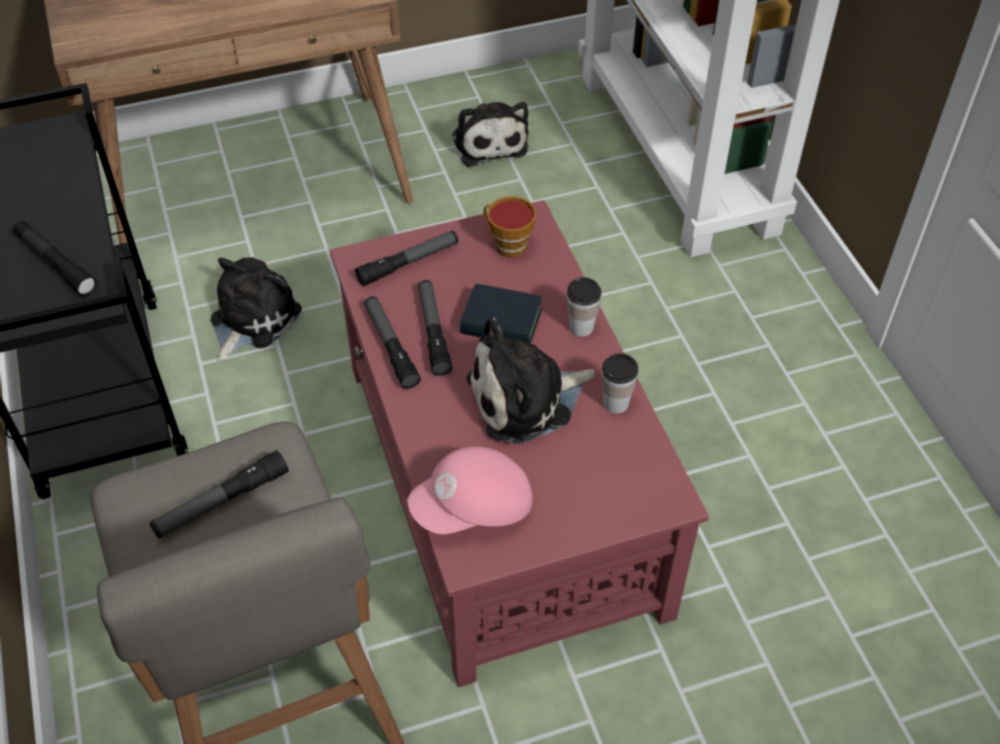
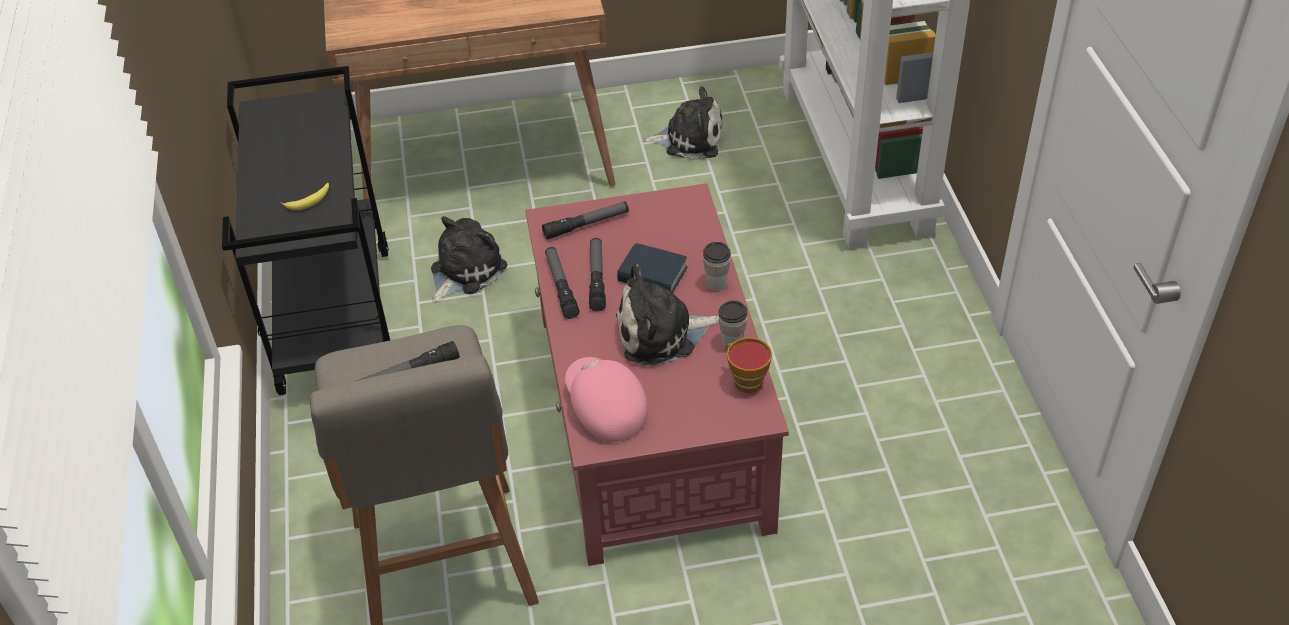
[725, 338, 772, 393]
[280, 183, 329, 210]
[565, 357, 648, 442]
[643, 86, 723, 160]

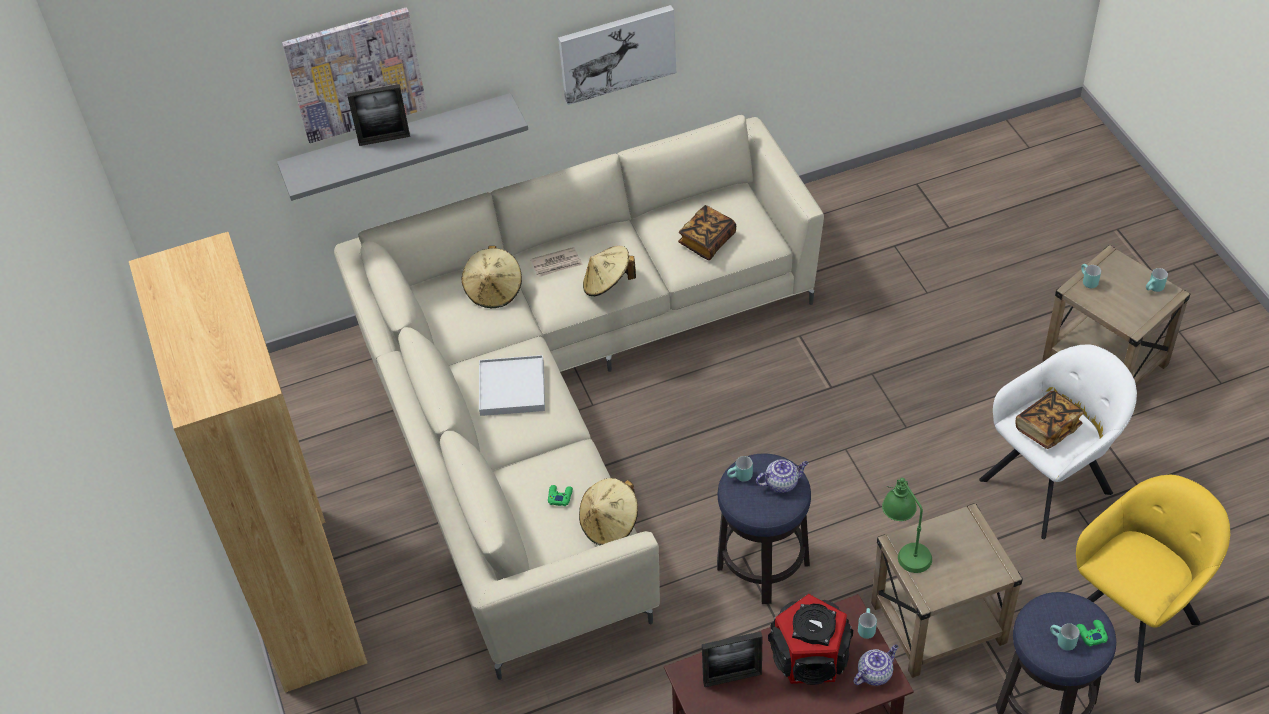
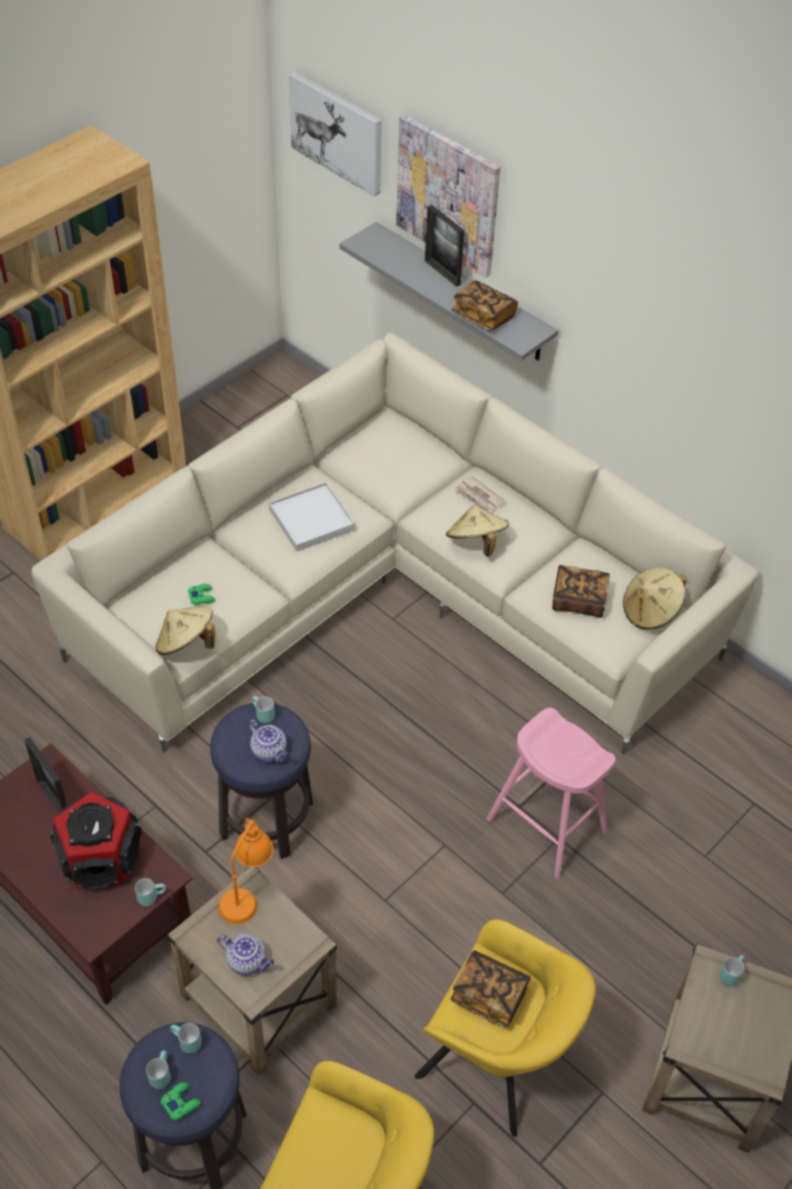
[452, 281, 518, 331]
[487, 708, 615, 879]
[623, 567, 686, 630]
[289, 72, 382, 197]
[217, 934, 274, 975]
[170, 1023, 202, 1054]
[218, 816, 274, 924]
[414, 919, 596, 1137]

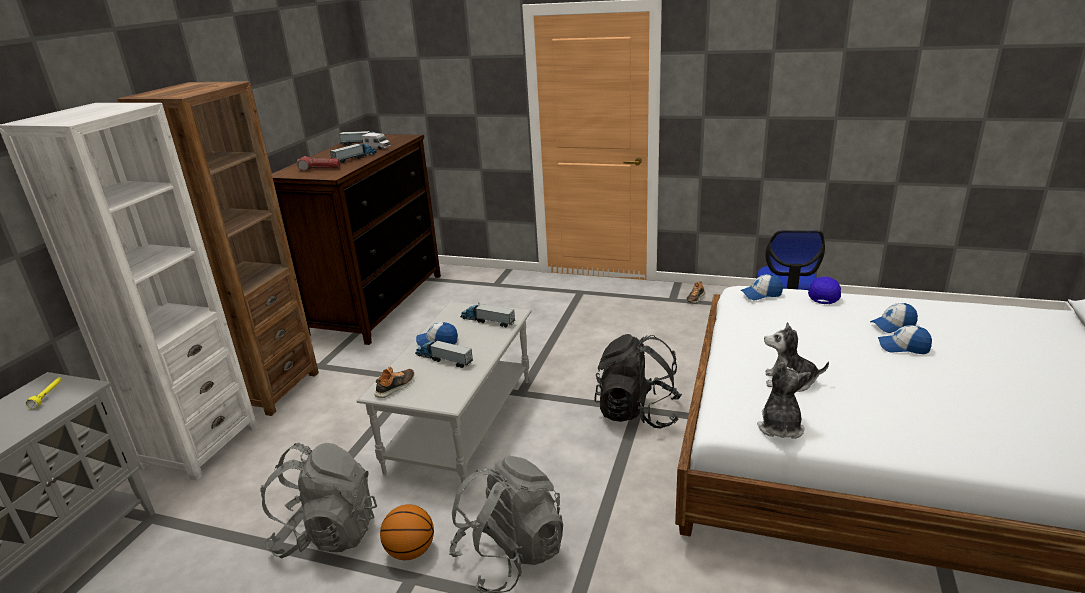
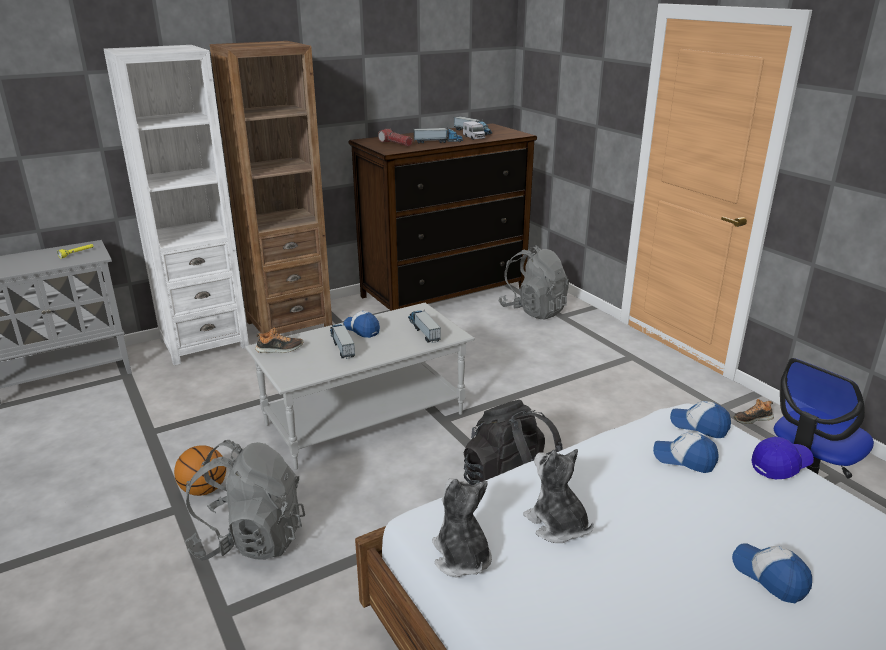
[498, 245, 569, 319]
[653, 432, 719, 473]
[432, 478, 492, 578]

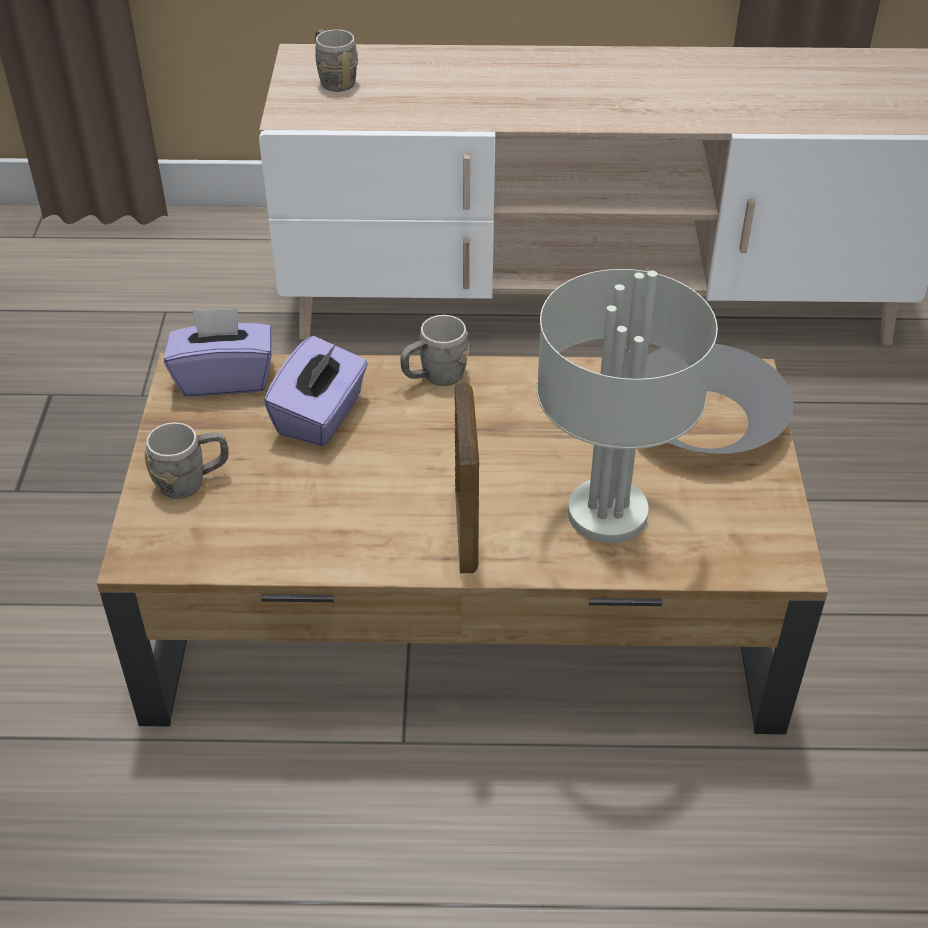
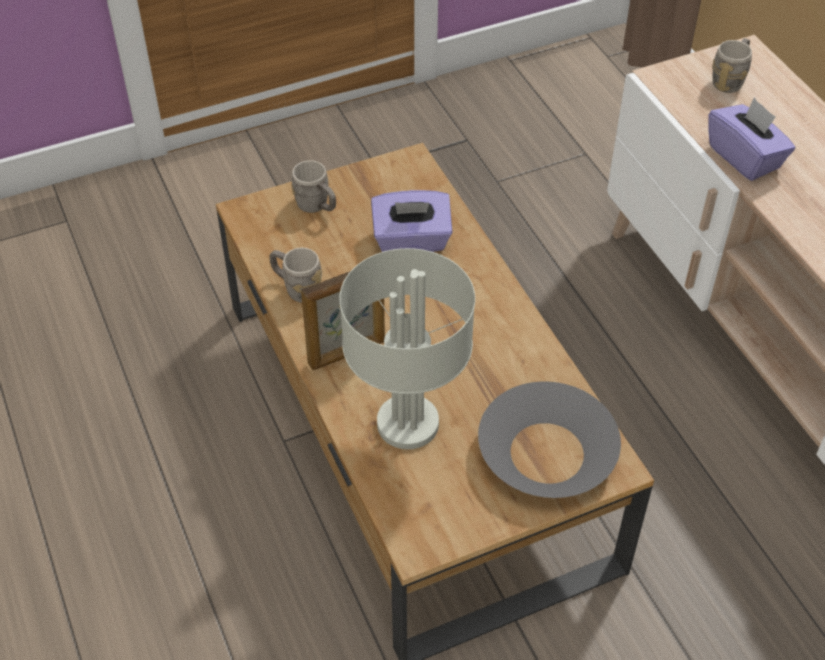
[708, 97, 795, 181]
[269, 248, 322, 302]

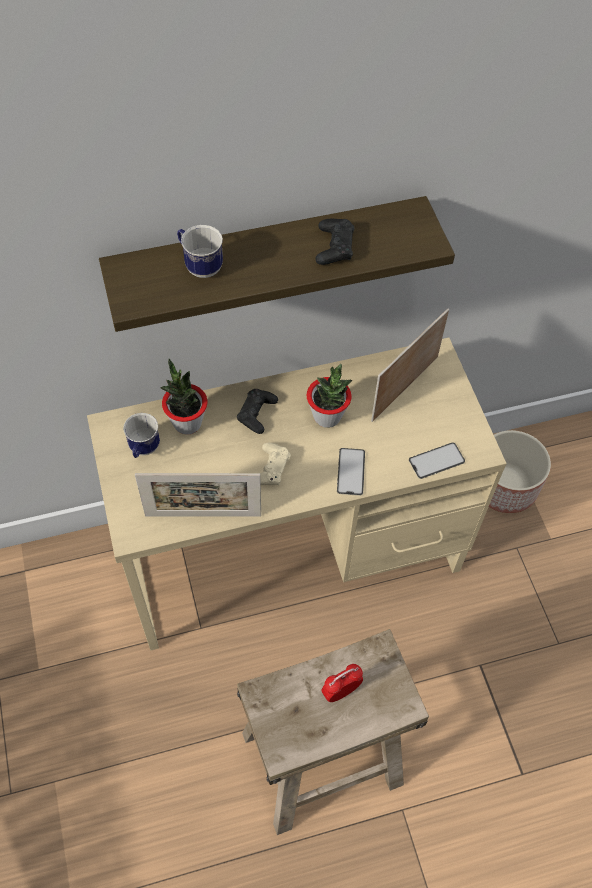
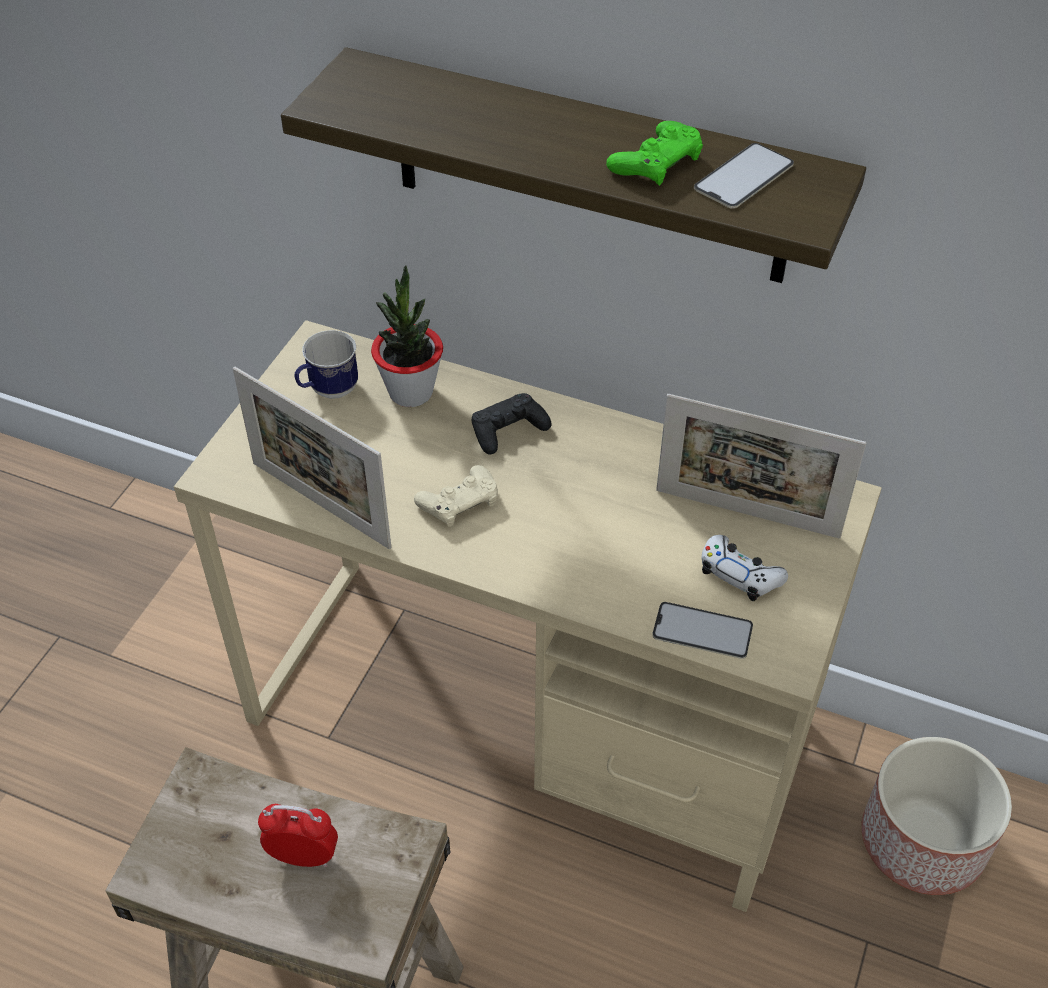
[177, 225, 223, 278] (first image)
[307, 364, 352, 428] (first image)
[702, 535, 788, 601]
[694, 143, 794, 209]
[606, 121, 703, 186]
[656, 394, 866, 539]

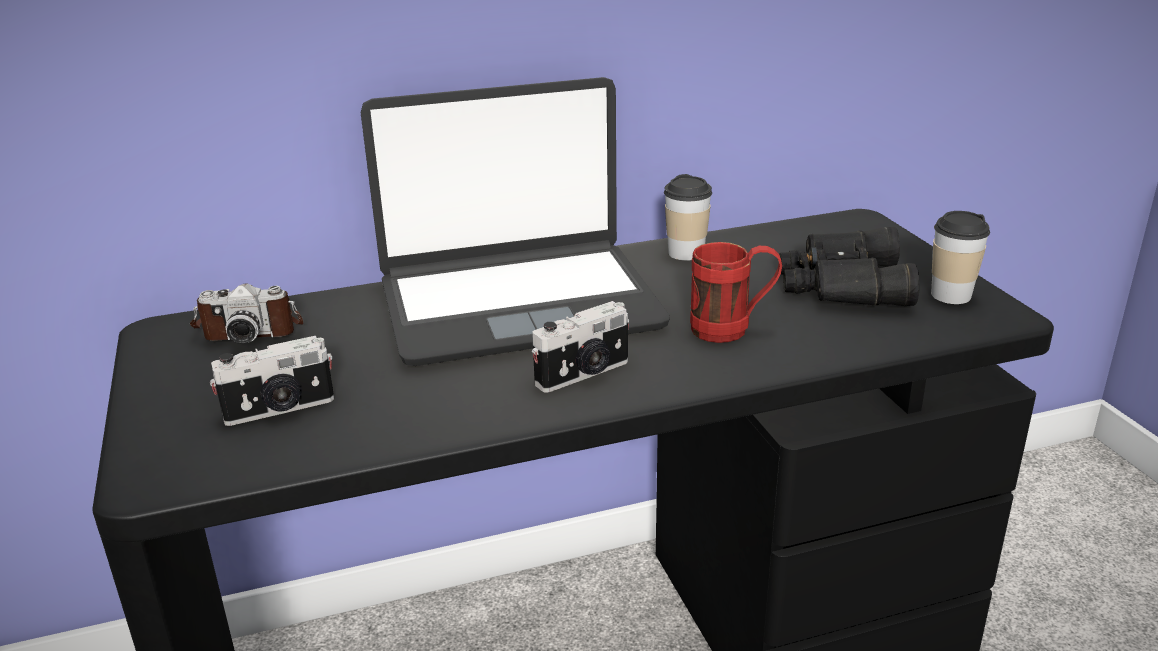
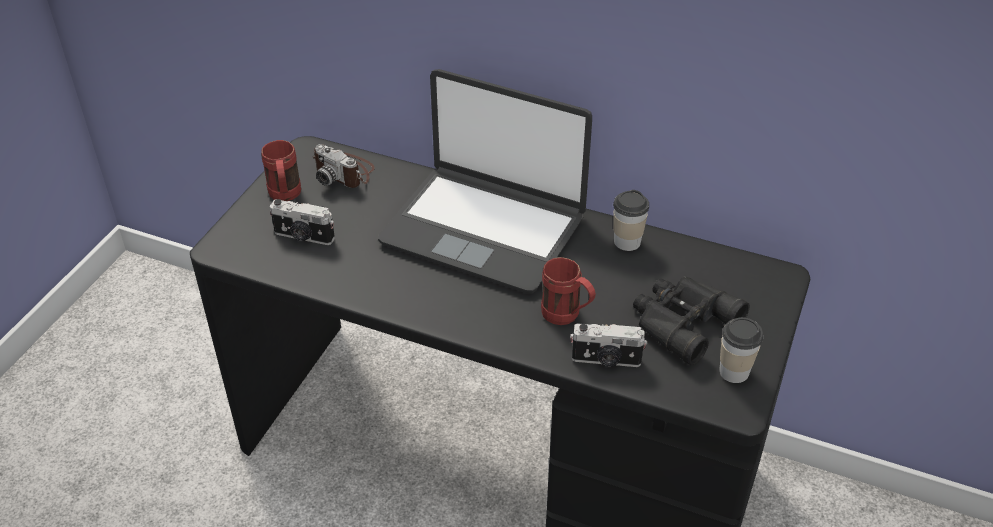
[261, 140, 301, 201]
[570, 324, 647, 367]

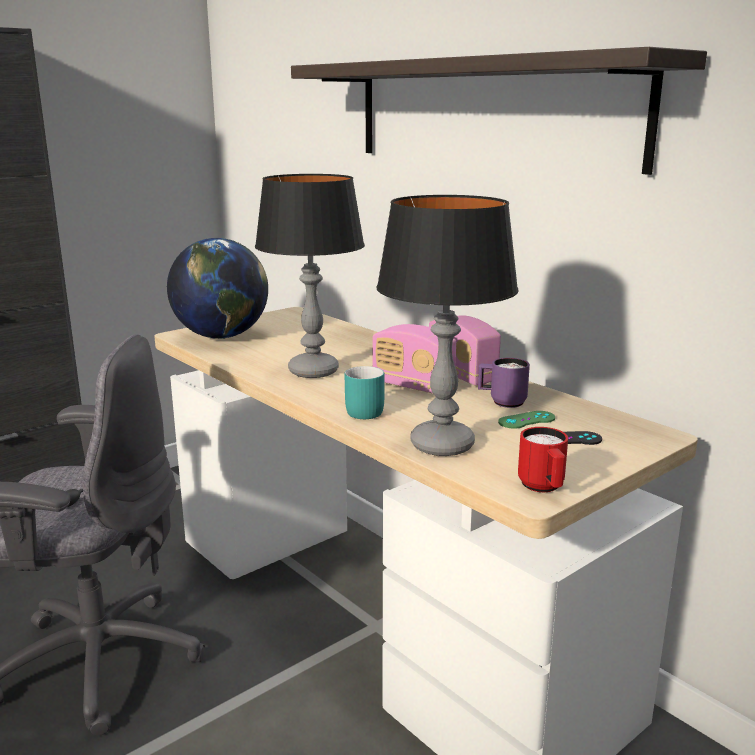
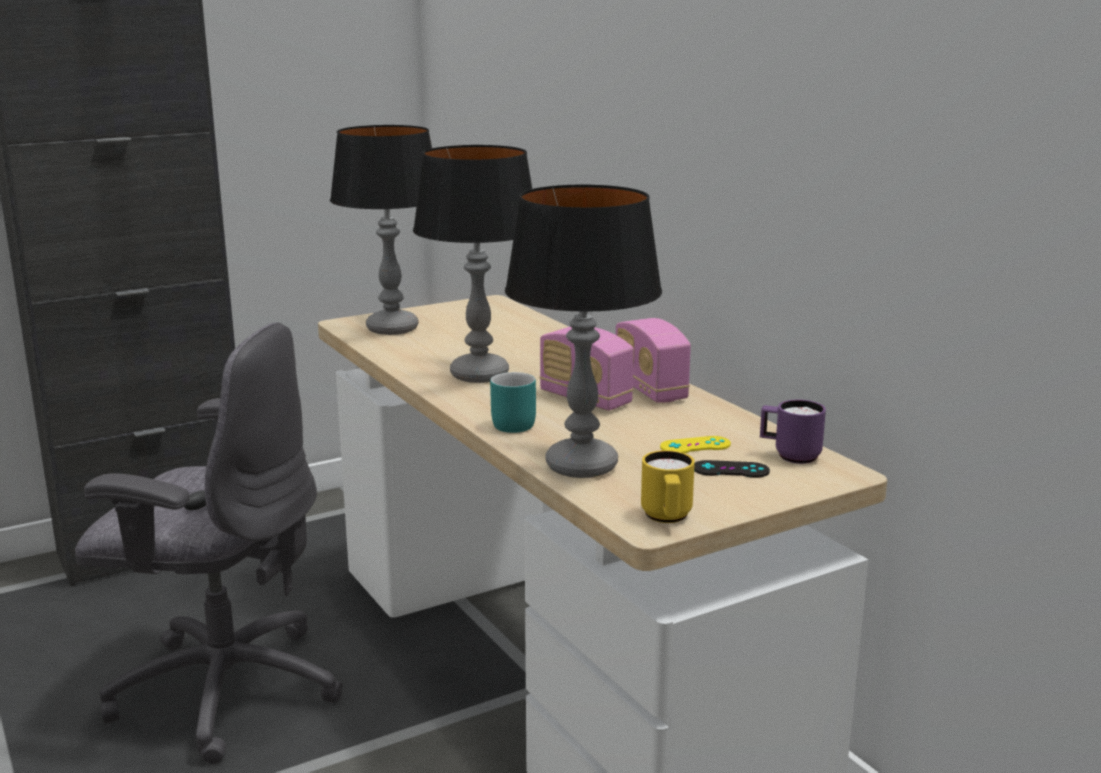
[291, 47, 707, 175] (first image)
[760, 400, 826, 464]
[330, 125, 432, 335]
[660, 436, 731, 453]
[641, 450, 695, 523]

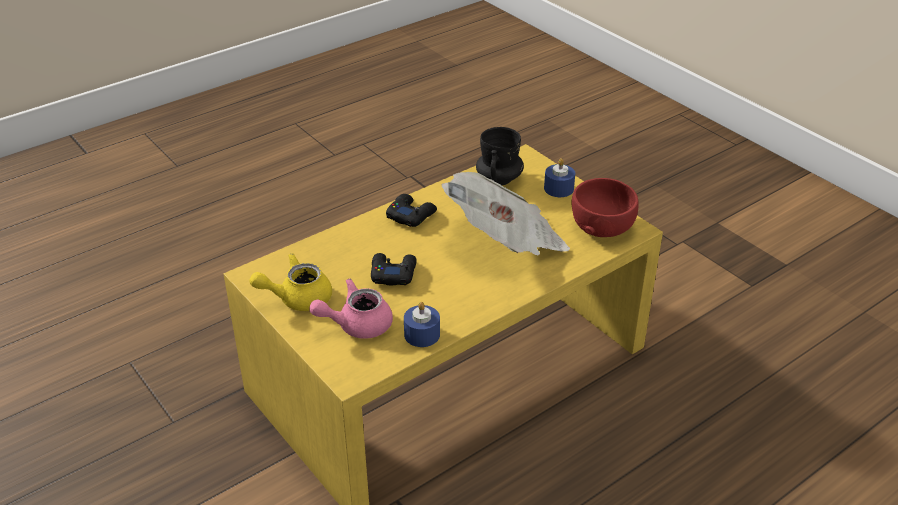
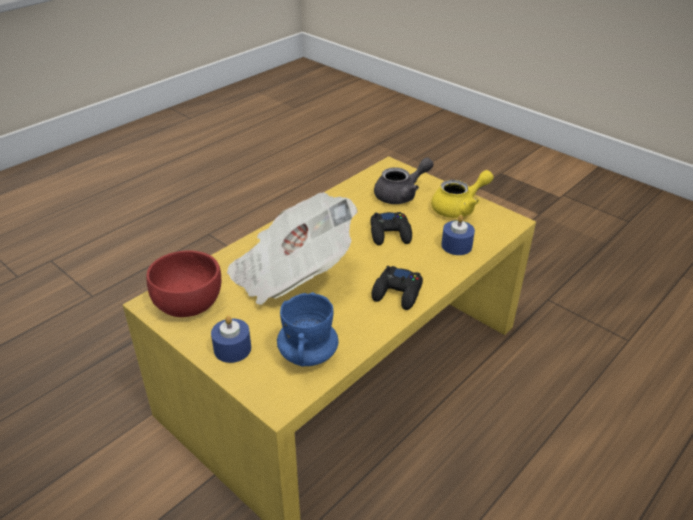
[441, 215, 475, 255]
[374, 158, 434, 204]
[277, 292, 339, 366]

